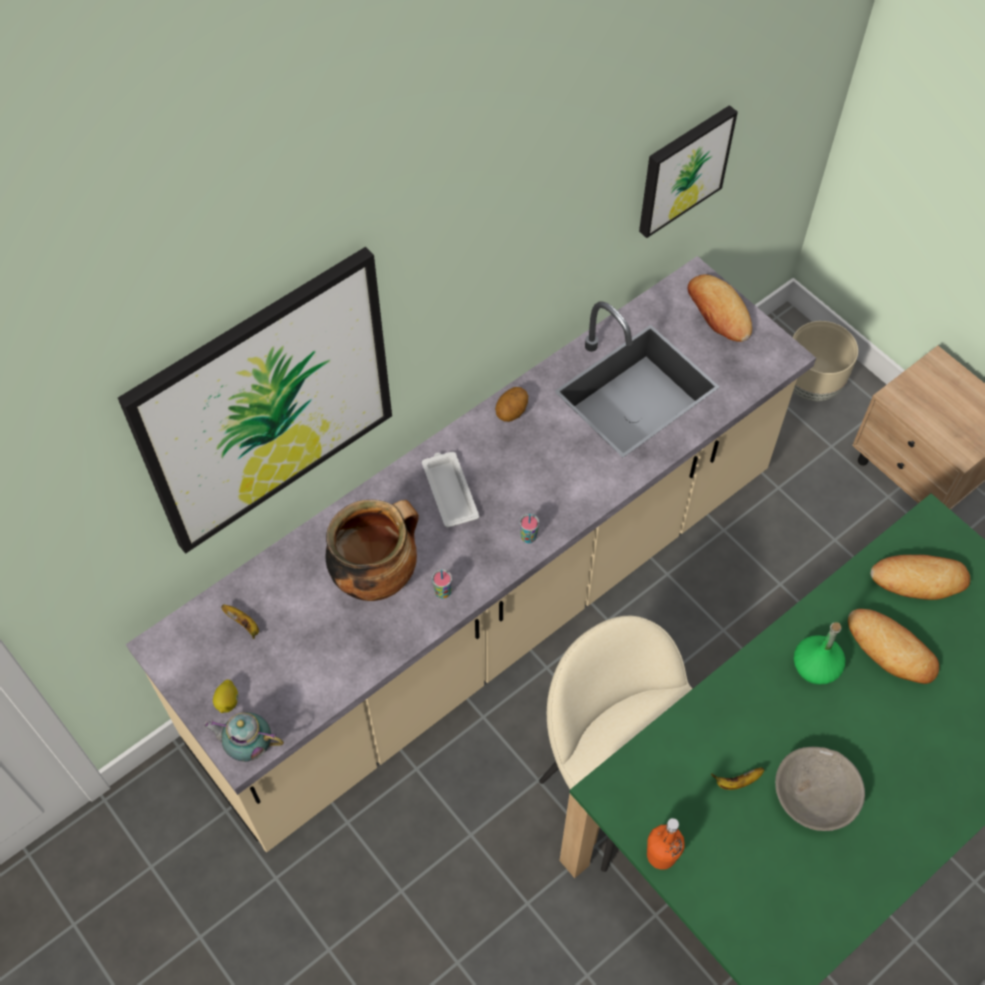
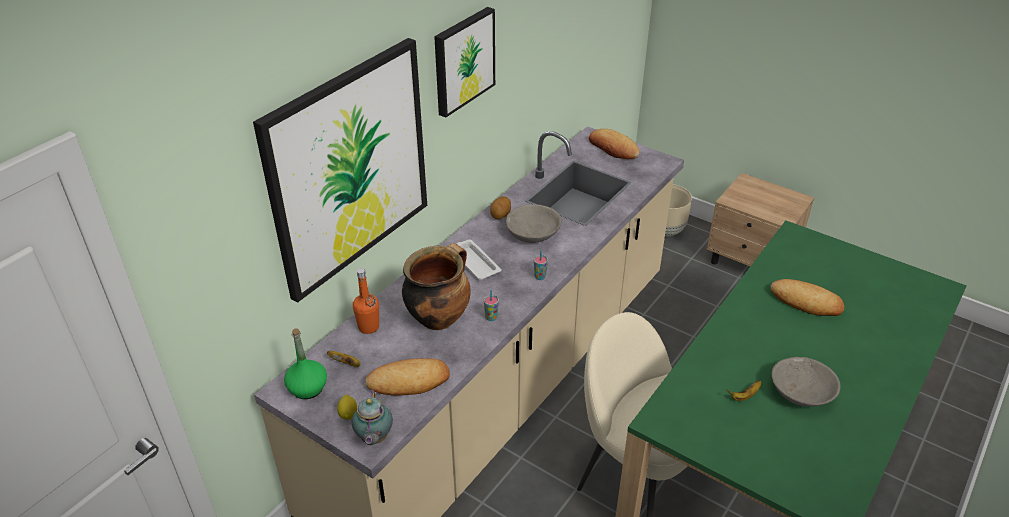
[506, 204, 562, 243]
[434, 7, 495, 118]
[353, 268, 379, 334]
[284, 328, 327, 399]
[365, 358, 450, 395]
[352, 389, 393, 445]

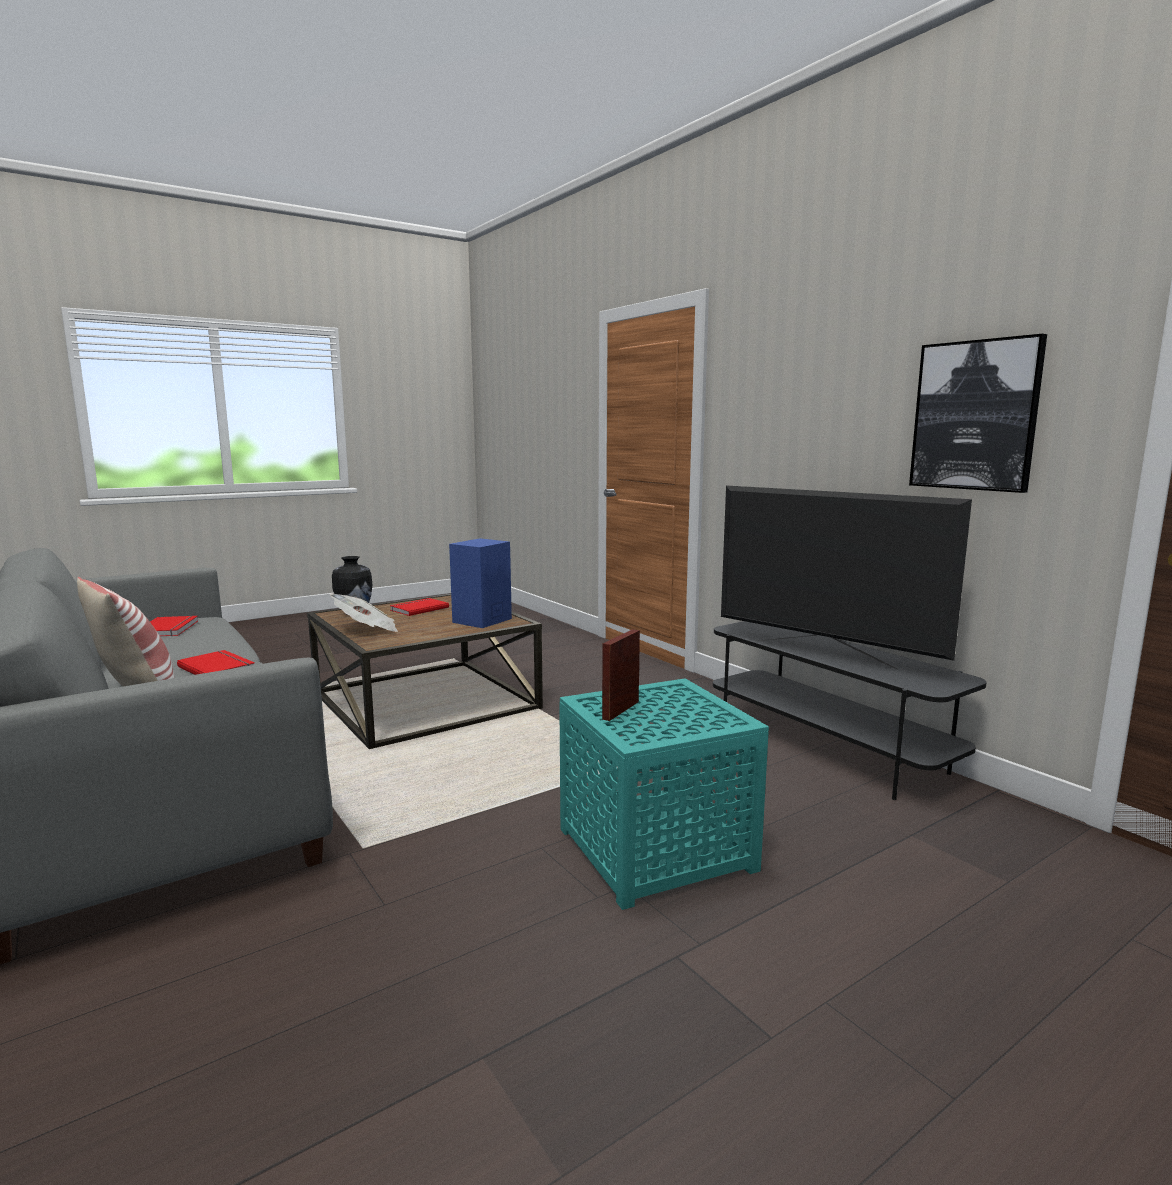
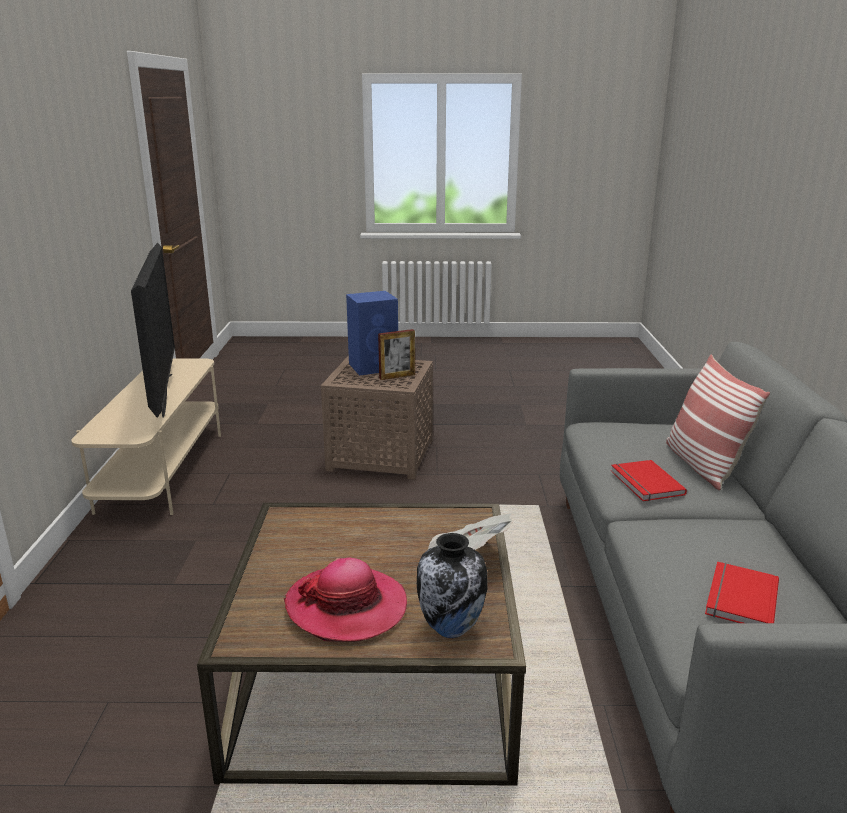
[909, 334, 1047, 493] (first image)
[346, 291, 398, 376]
[284, 557, 407, 642]
[321, 356, 433, 479]
[71, 358, 221, 515]

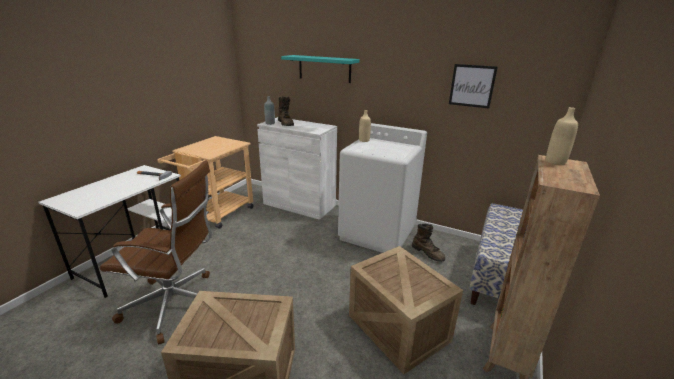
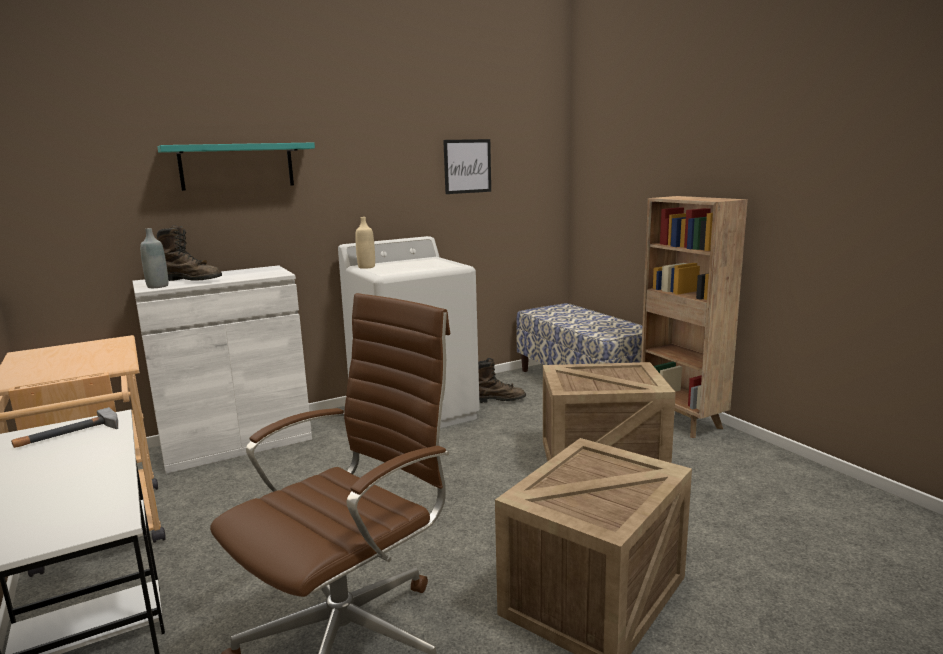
[546, 107, 578, 165] (first image)

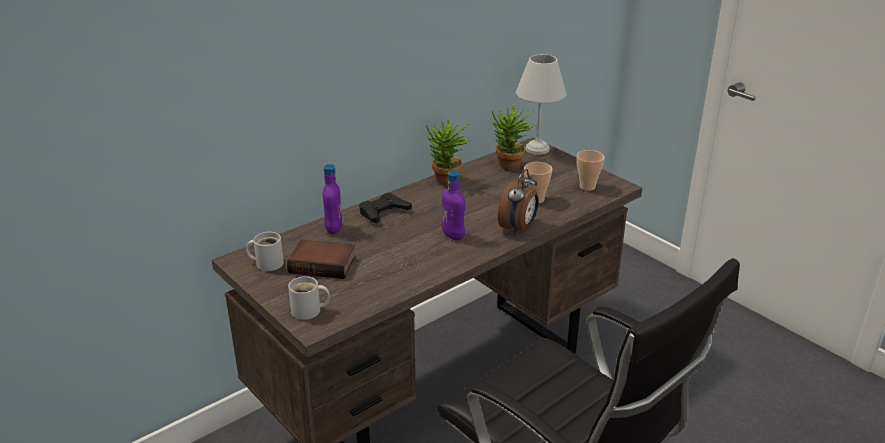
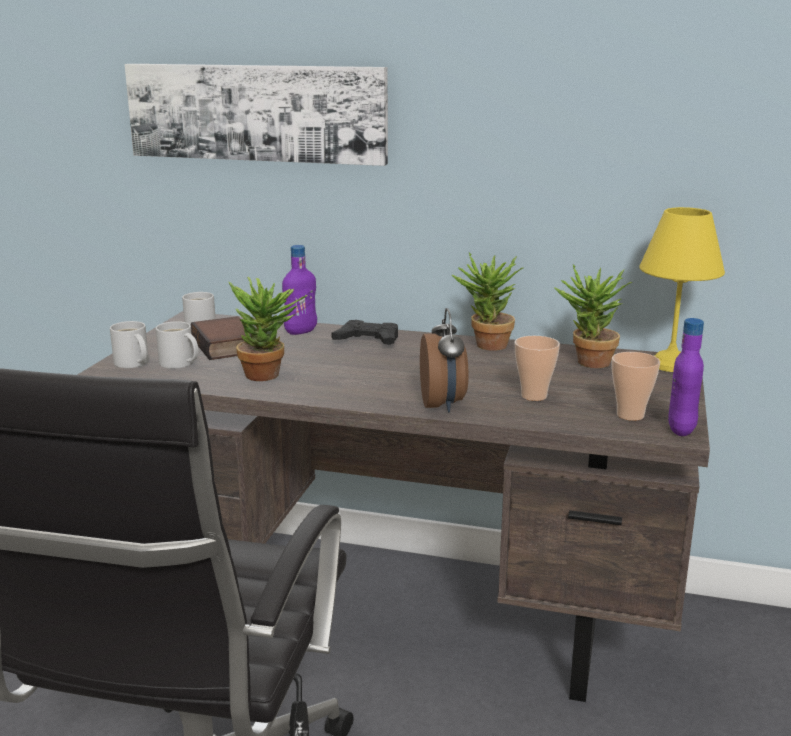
[125, 64, 388, 166]
[156, 321, 198, 369]
[229, 277, 307, 381]
[668, 318, 704, 436]
[639, 207, 725, 372]
[420, 308, 468, 412]

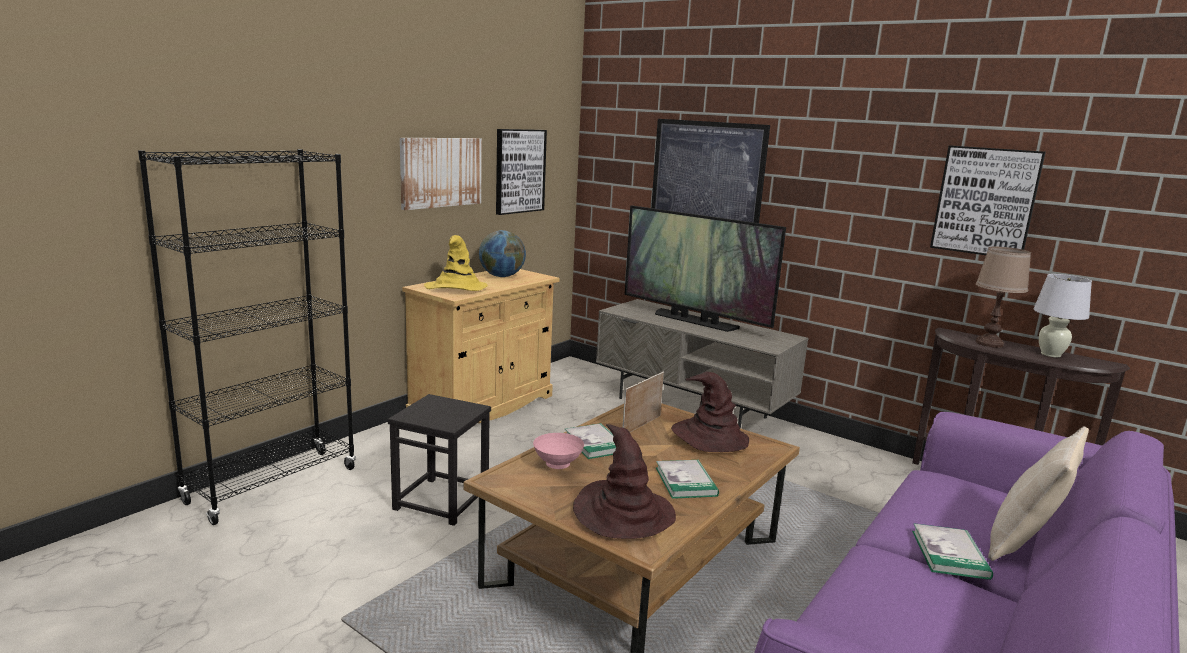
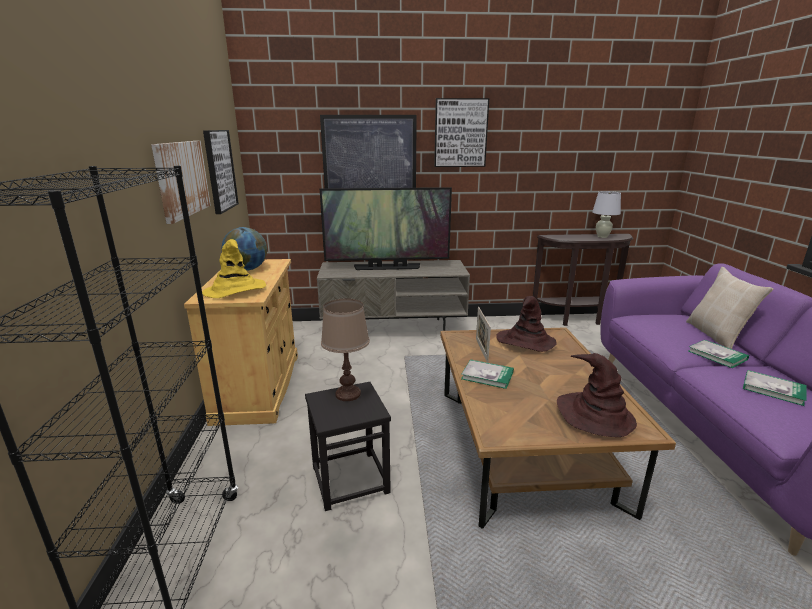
[533, 433, 584, 469] (first image)
[743, 370, 807, 406]
[434, 98, 489, 167]
[321, 298, 370, 401]

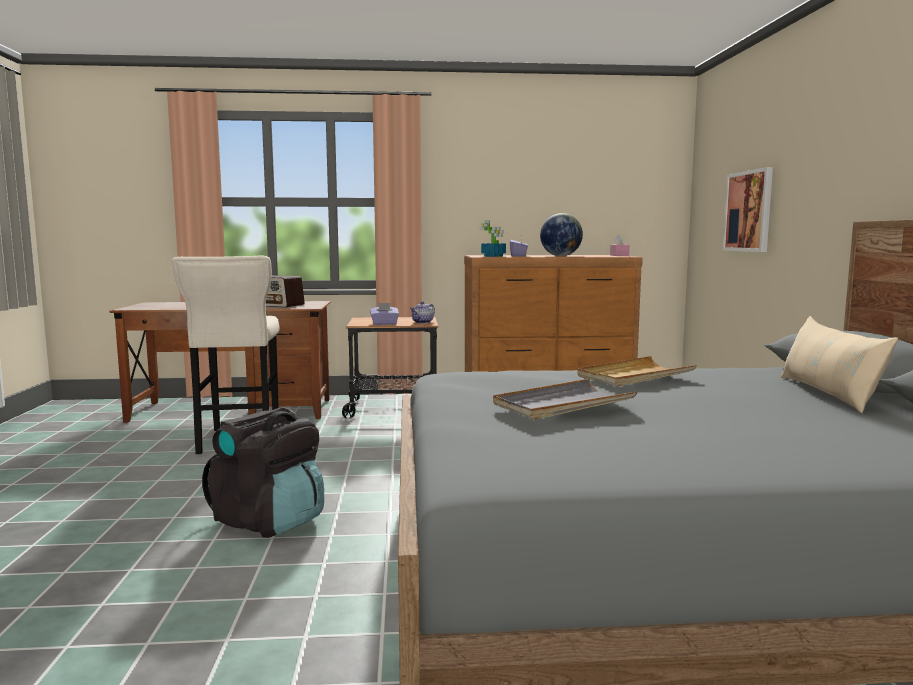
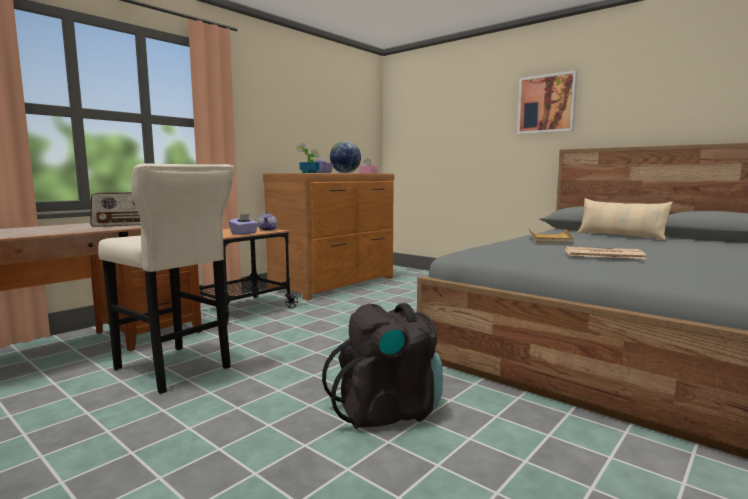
[517, 70, 577, 134]
[565, 247, 646, 259]

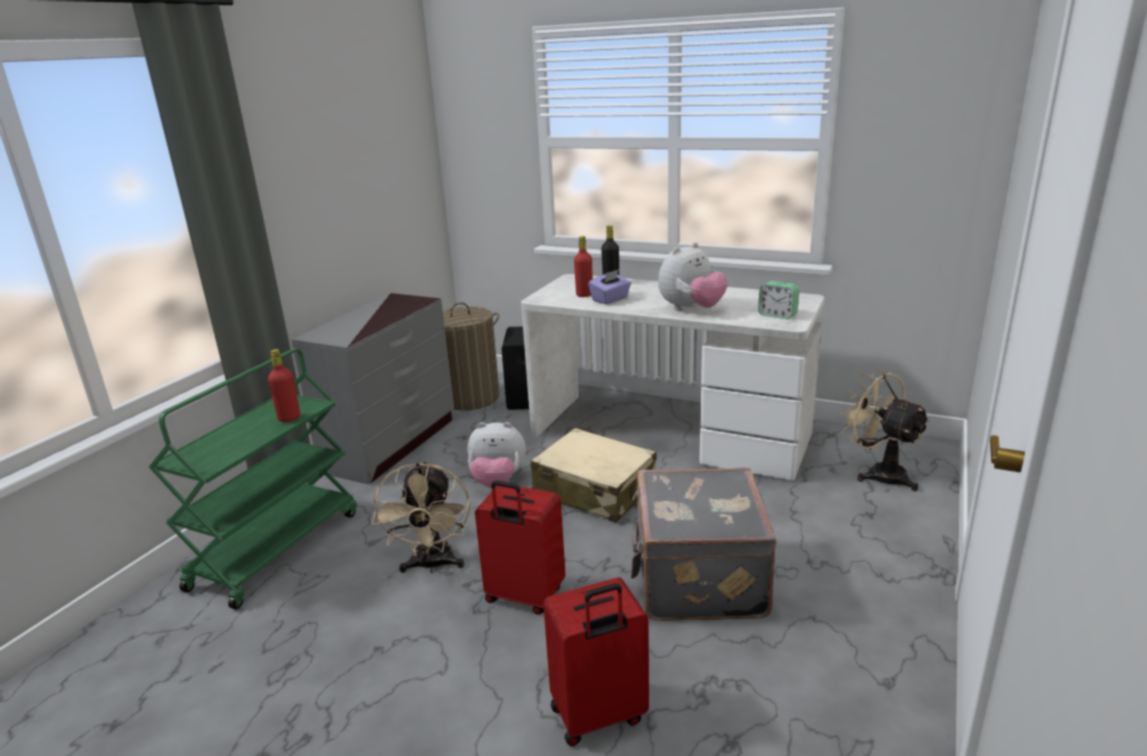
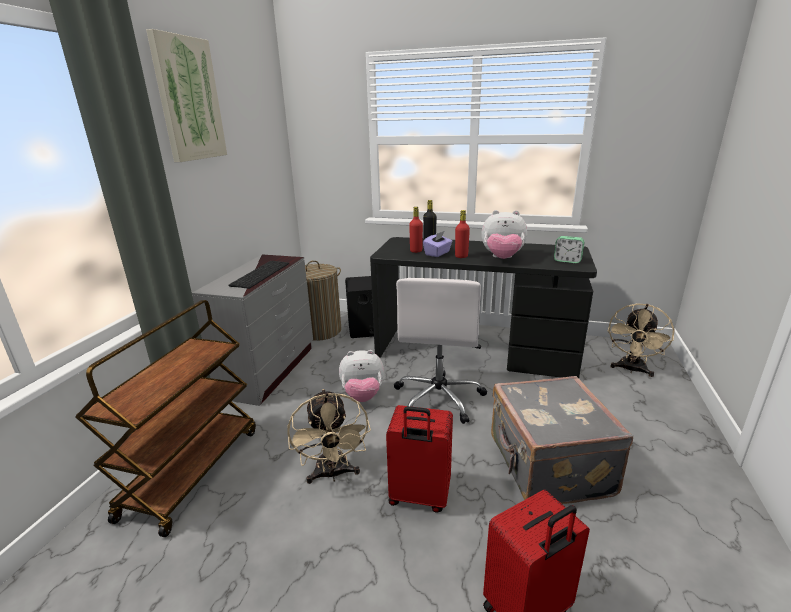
[146, 29, 227, 162]
[229, 261, 289, 289]
[455, 210, 470, 258]
[394, 278, 487, 424]
[75, 300, 256, 537]
[370, 237, 597, 378]
[481, 210, 527, 259]
[607, 303, 675, 377]

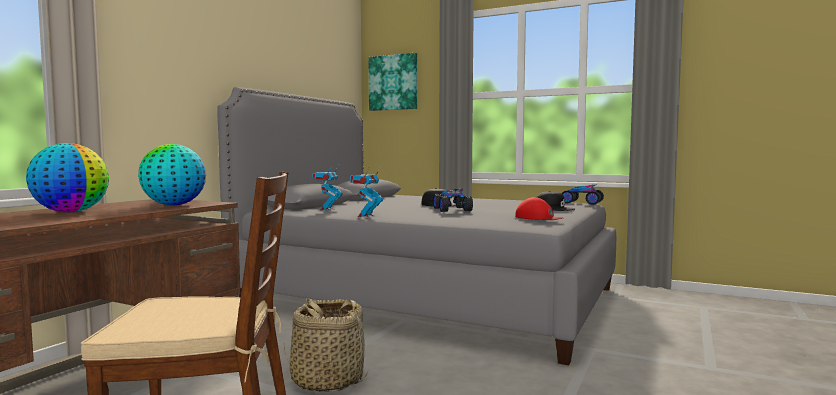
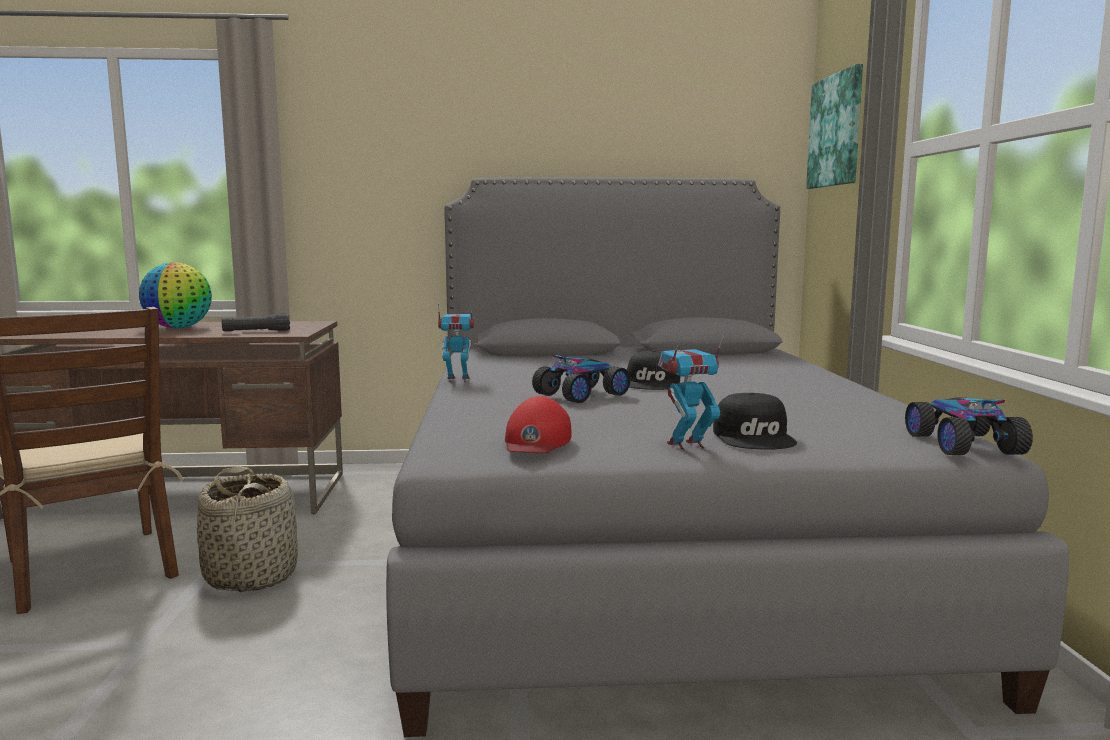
[658, 336, 723, 450]
[221, 313, 290, 331]

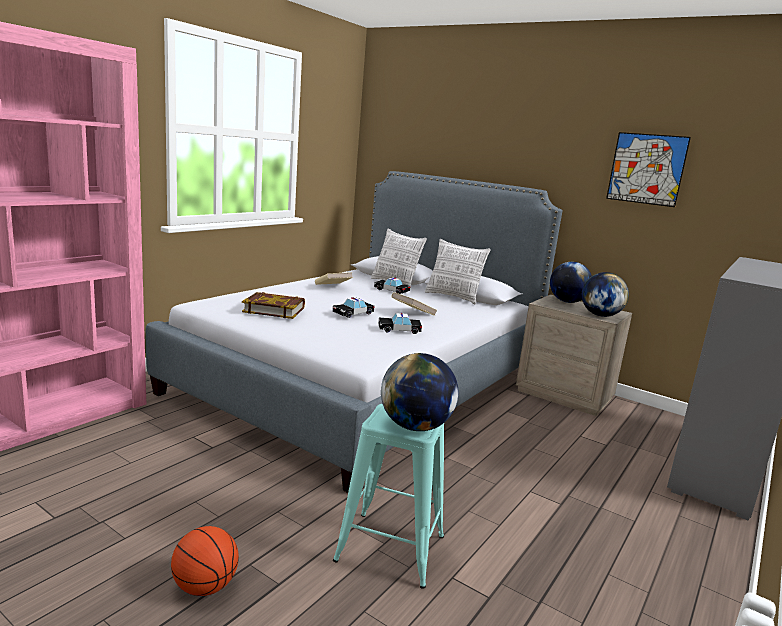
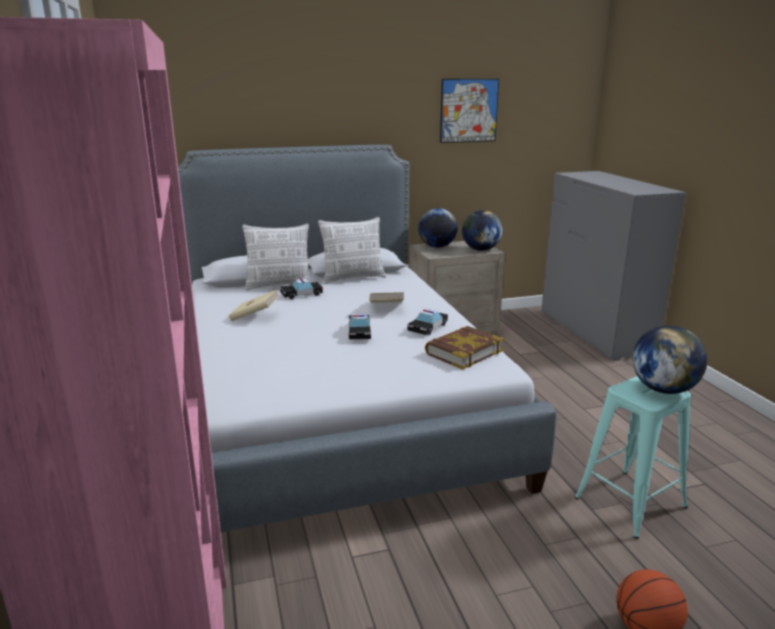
[425, 326, 504, 370]

